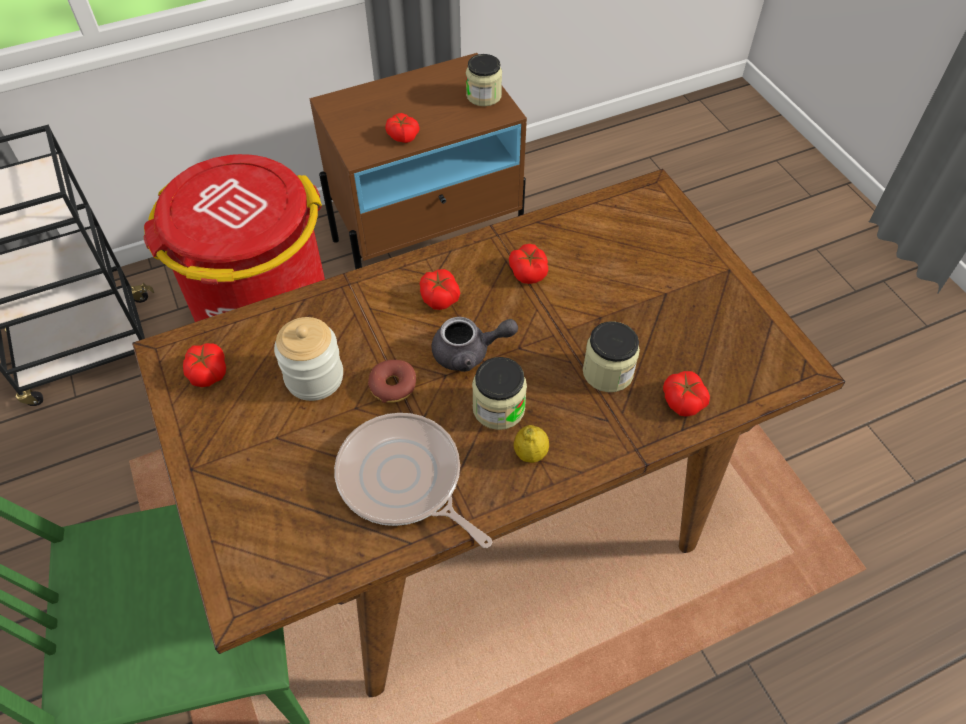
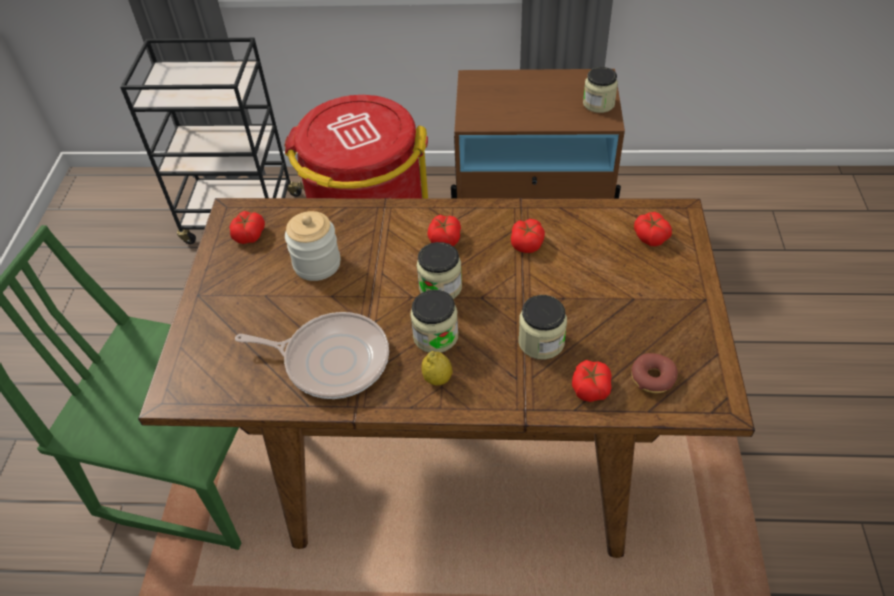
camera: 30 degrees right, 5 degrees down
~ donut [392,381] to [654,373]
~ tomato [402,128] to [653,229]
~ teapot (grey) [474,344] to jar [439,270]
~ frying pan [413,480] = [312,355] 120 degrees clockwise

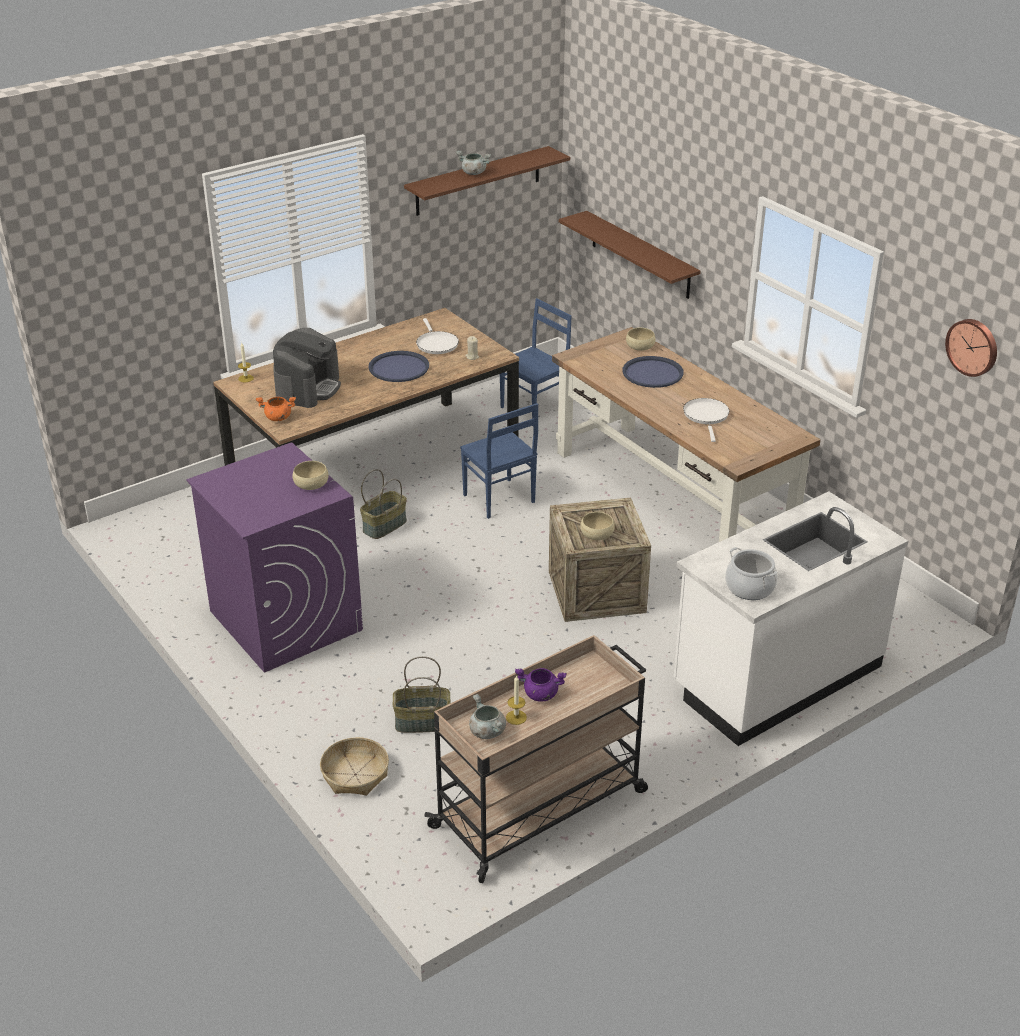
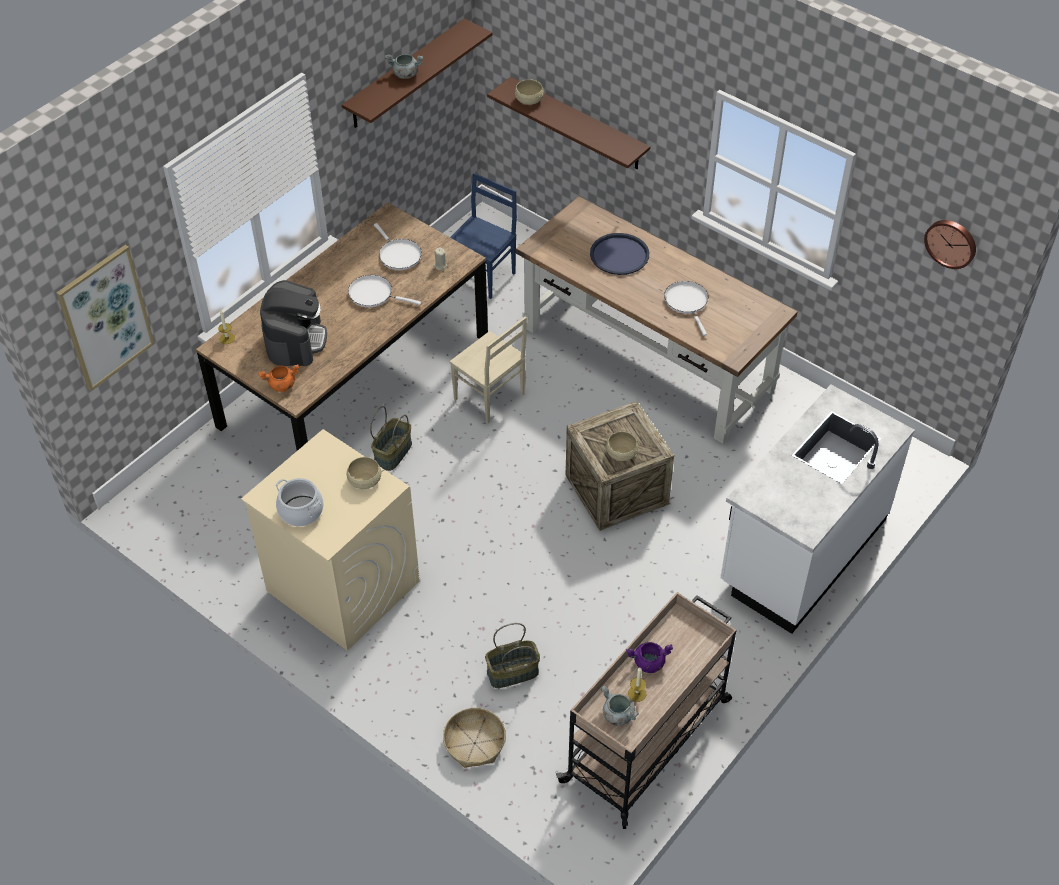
camera: 15 degrees left, 15 degrees up
+ picture [106,318]
~ bowl (beige) [641,339] to [529,92]
~ cooking pot [751,573] to [300,502]
~ tray (blue) [399,366] to frying pan (white) [384,291]
~ washing machine (purple) [274,558] to washing machine (beige) [330,540]
~ chair (blue) [499,461] to chair (beige) [488,369]

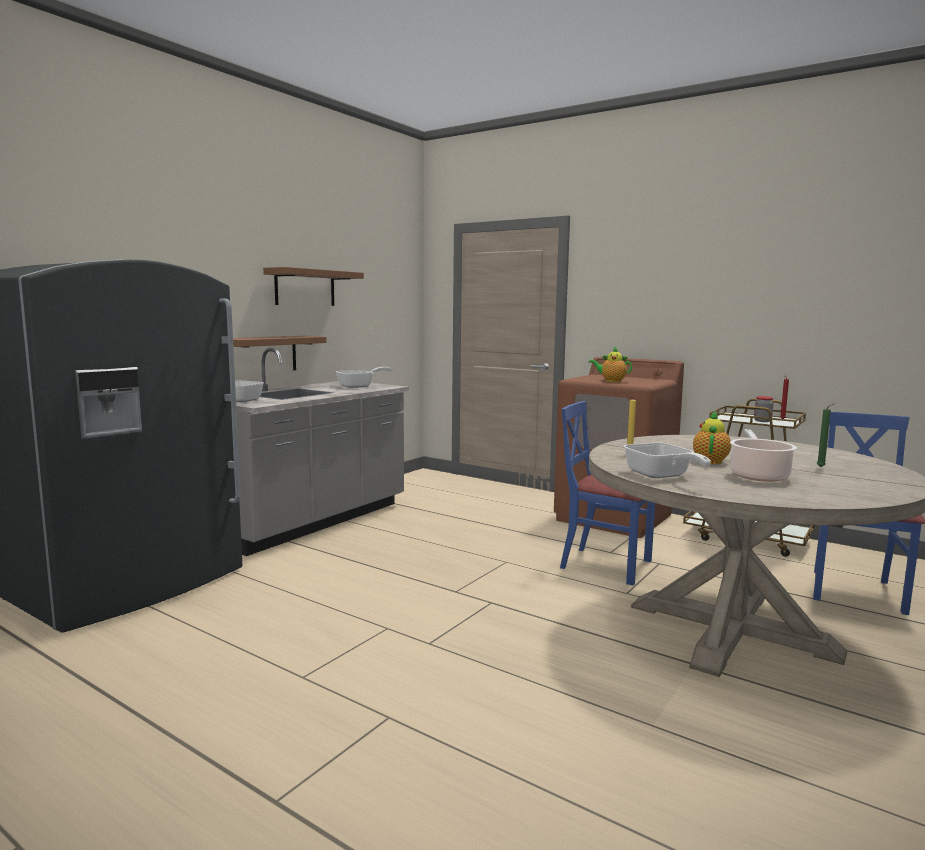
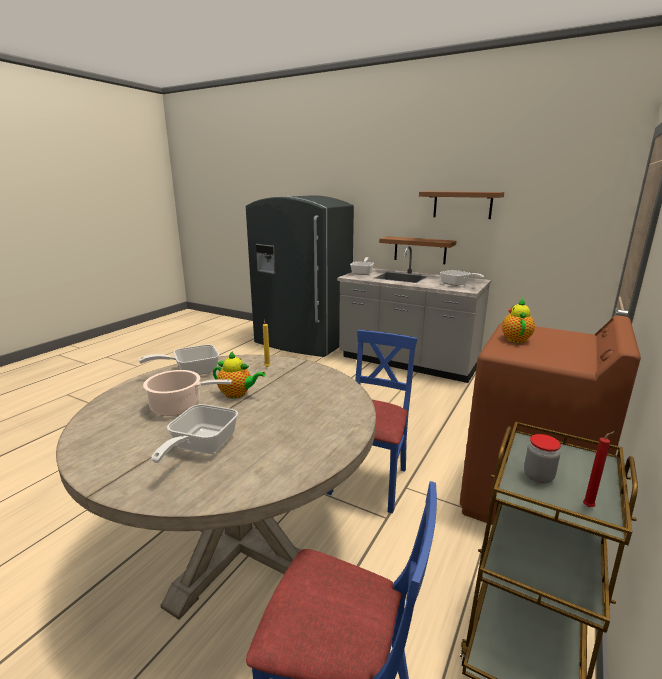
camera: 85 degrees right, 10 degrees up
~ candle (green) [826,435] to frying pan [194,433]

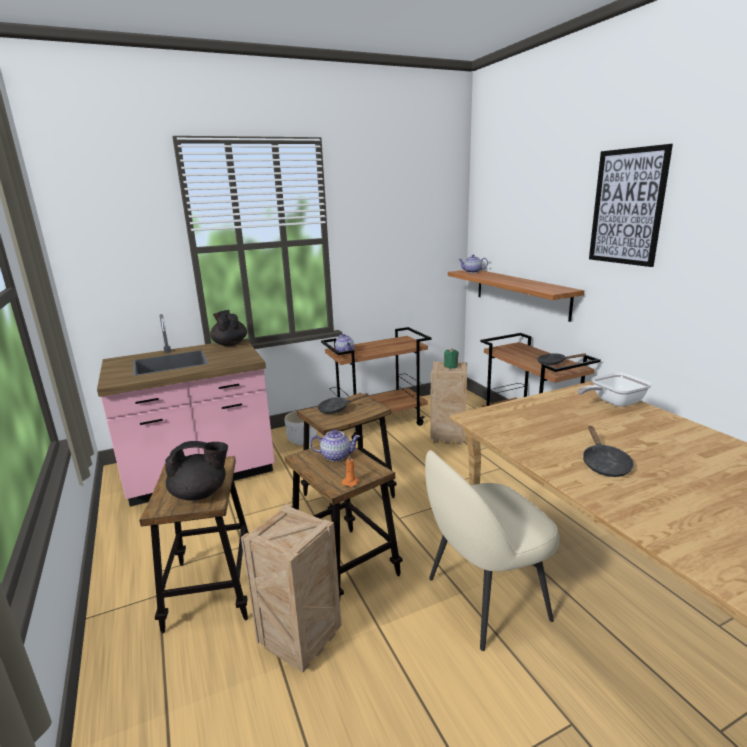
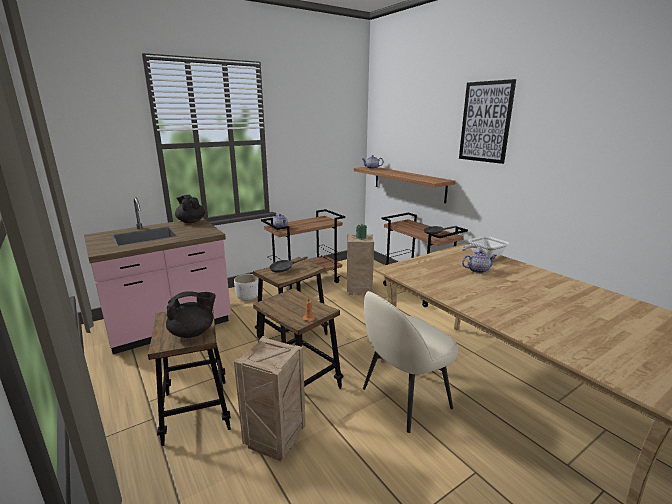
camera: 10 degrees left, 0 degrees up
- frying pan (black) [608,451]
~ teapot [335,446] to [479,261]

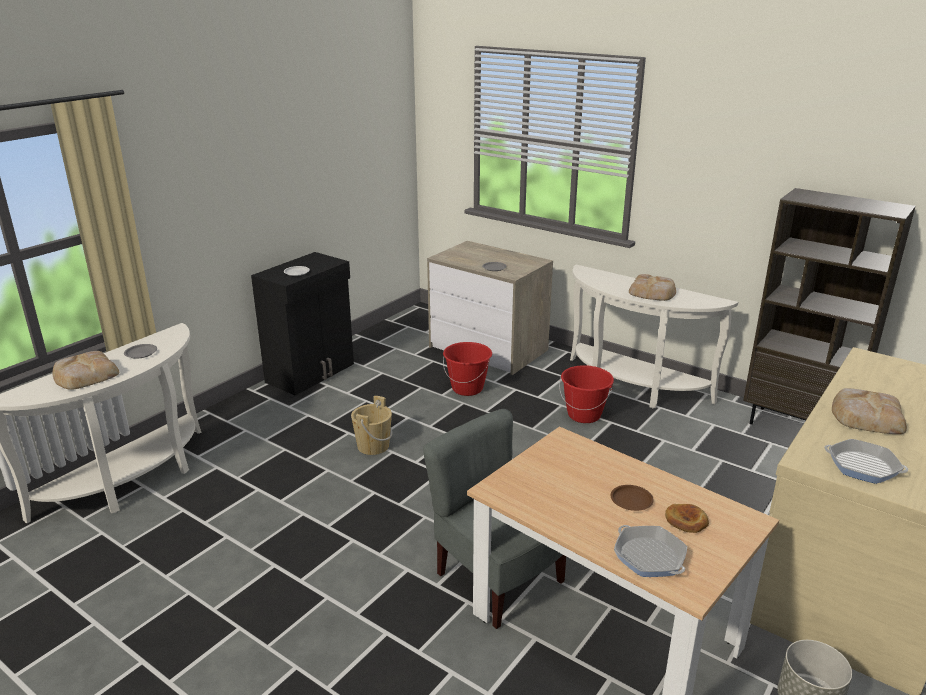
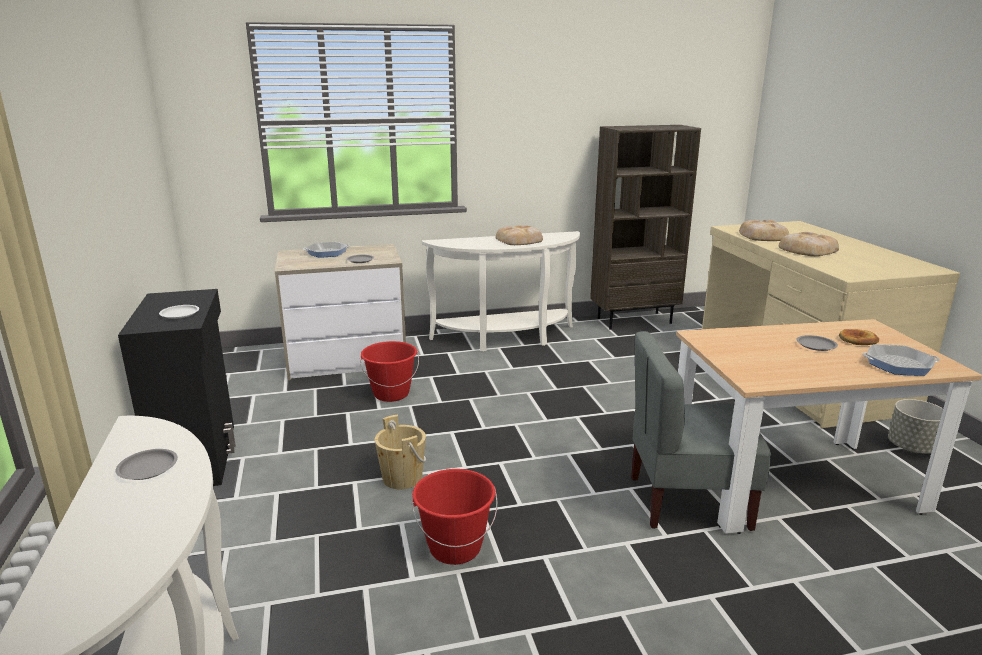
camera: 50 degrees left, 5 degrees down
~ bread [86,370] to [764,230]
~ bucket (red) [586,394] to [454,517]
~ frying pan [866,461] to [326,250]
~ plate (brown) [632,498] to plate (grey) [817,343]

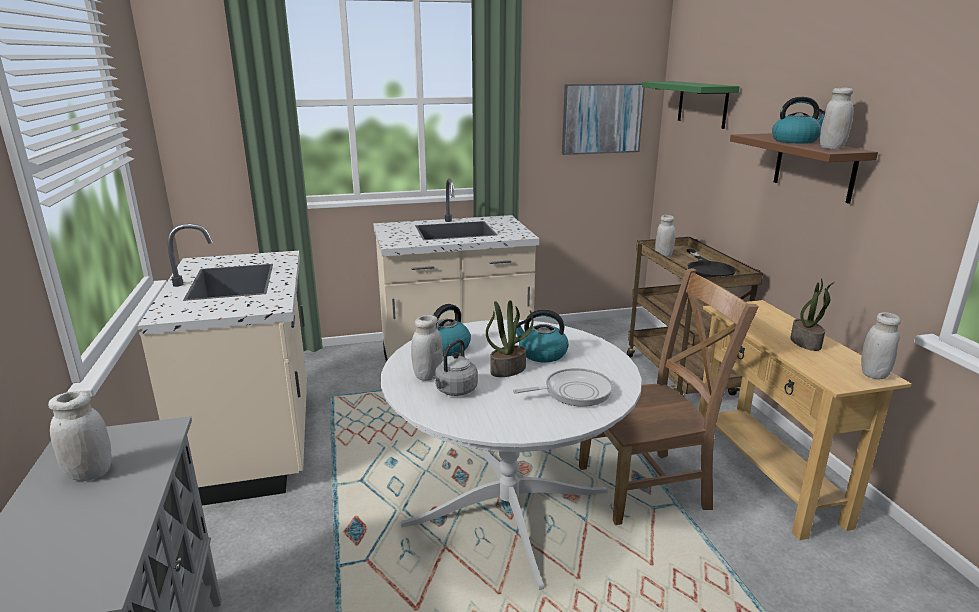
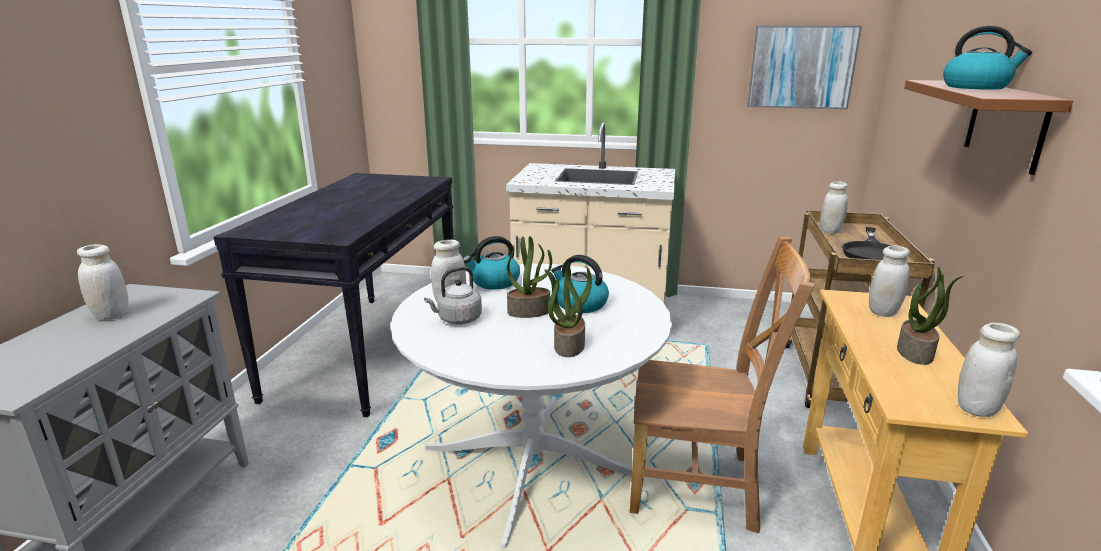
camera: 25 degrees right, 0 degrees up
- shelf (green) [691,105]
~ jar (white) [836,118] to [889,281]
~ counter (beige) [222,365] to console table (black) [333,295]
~ frying pan [563,387] to potted plant [568,309]

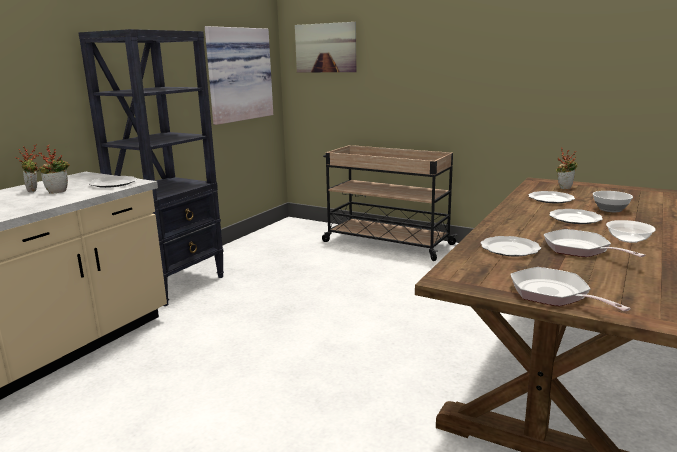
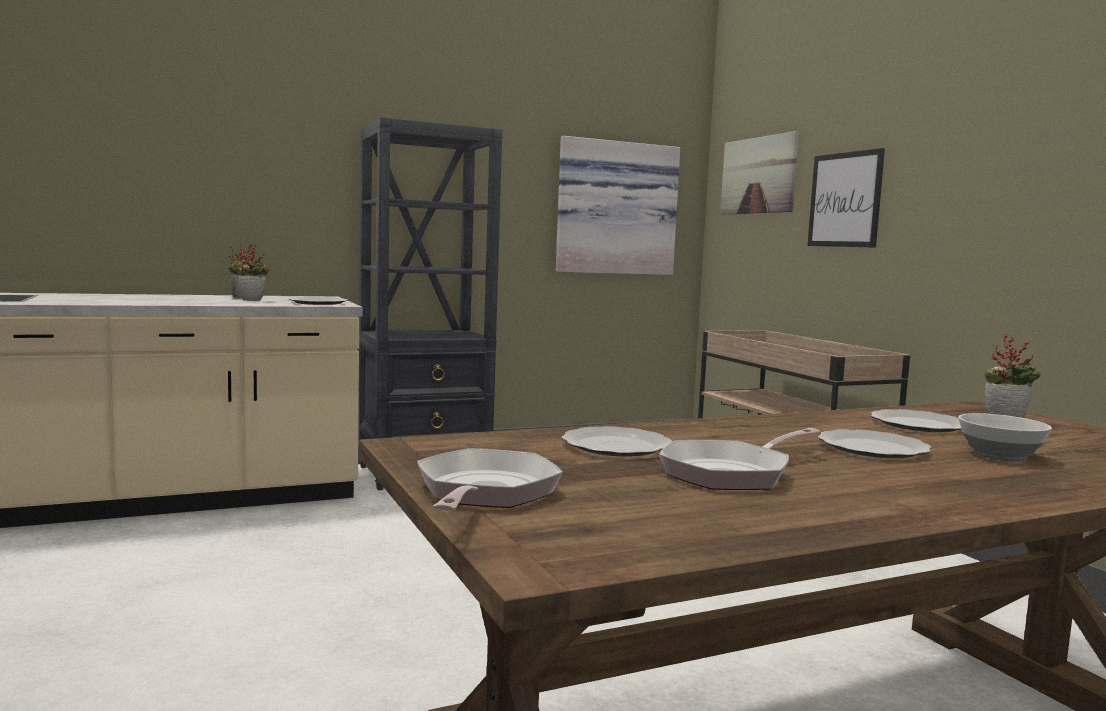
camera: 35 degrees right, 10 degrees down
- bowl [630,231]
+ picture [846,198]
~ frying pan [595,243] = [740,459] 135 degrees counterclockwise

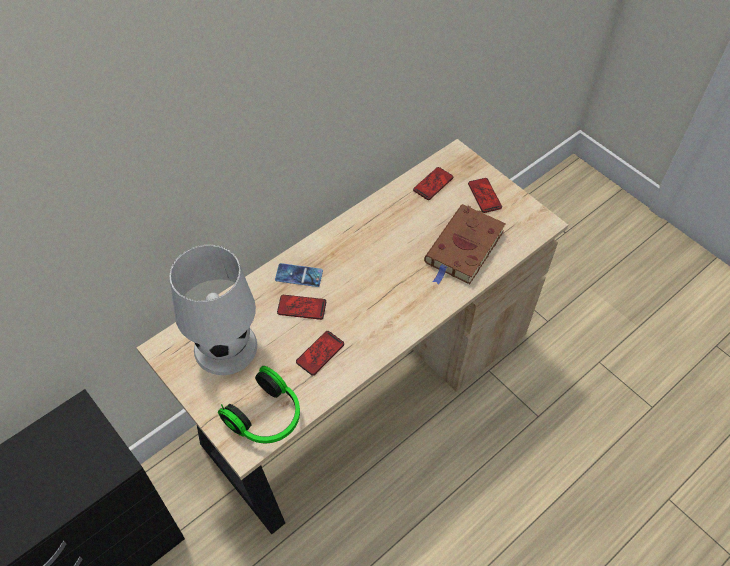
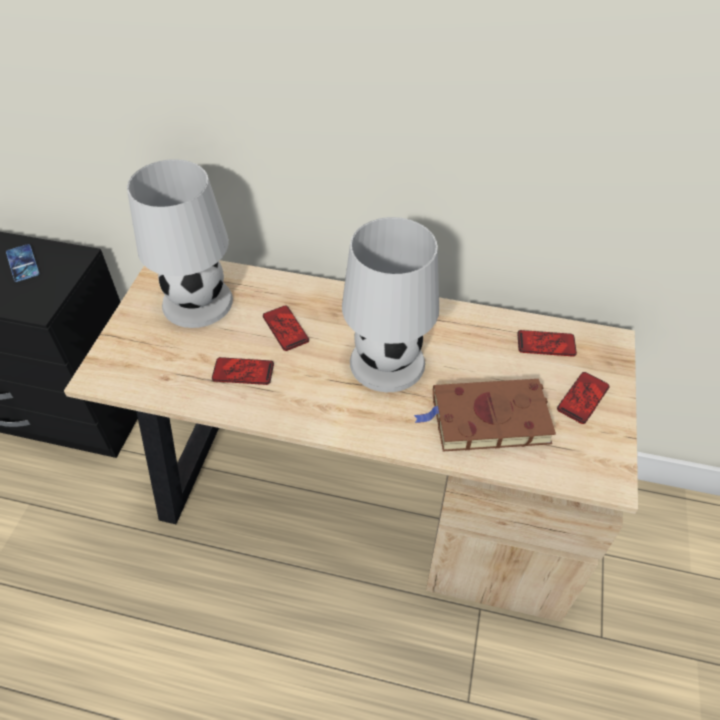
camera: 55 degrees right, 5 degrees down
- headphones [259,404]
+ table lamp (white) [390,304]
~ phone [299,275] to [23,263]

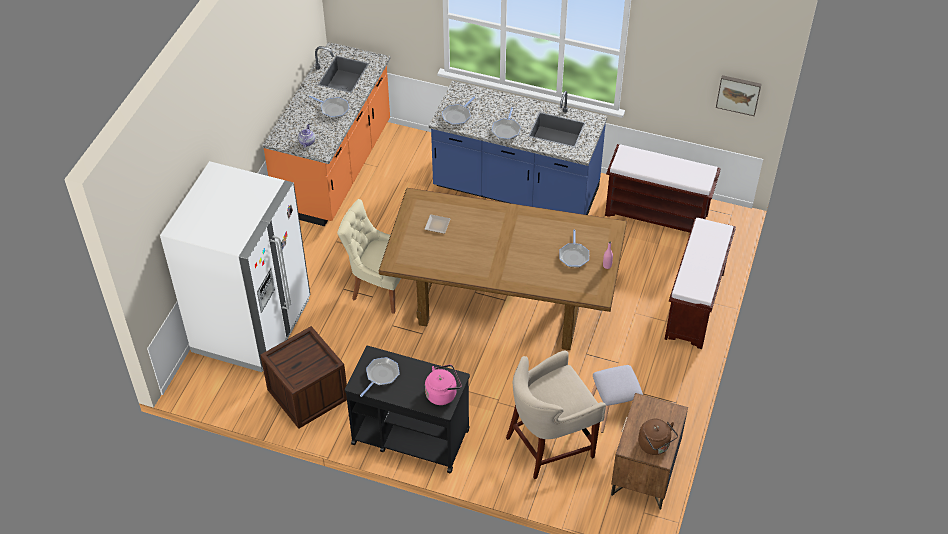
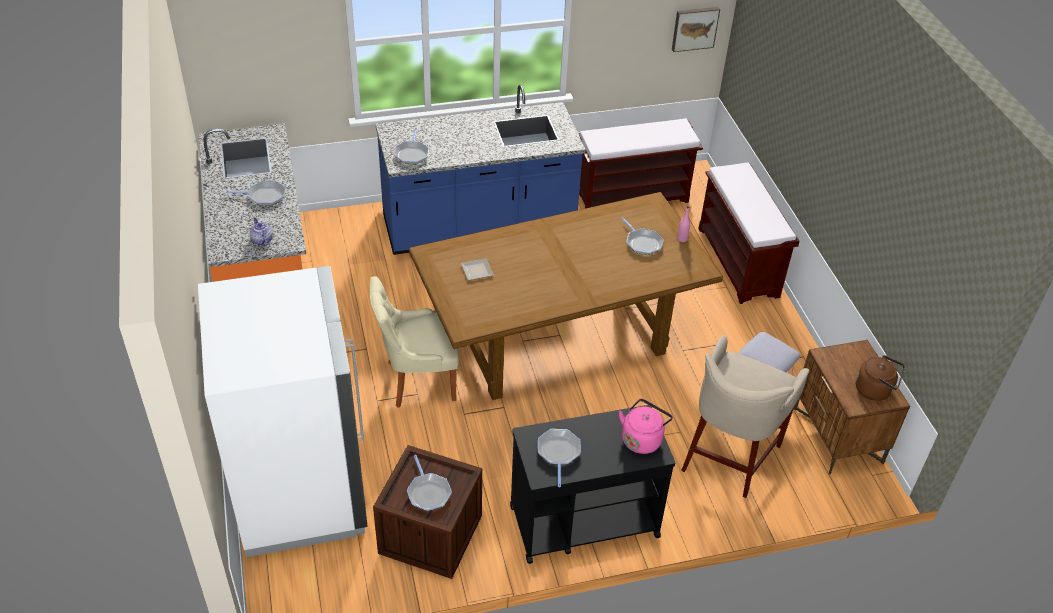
camera: 35 degrees left, 5 degrees down
~ frying pan [506,123] to [429,483]

